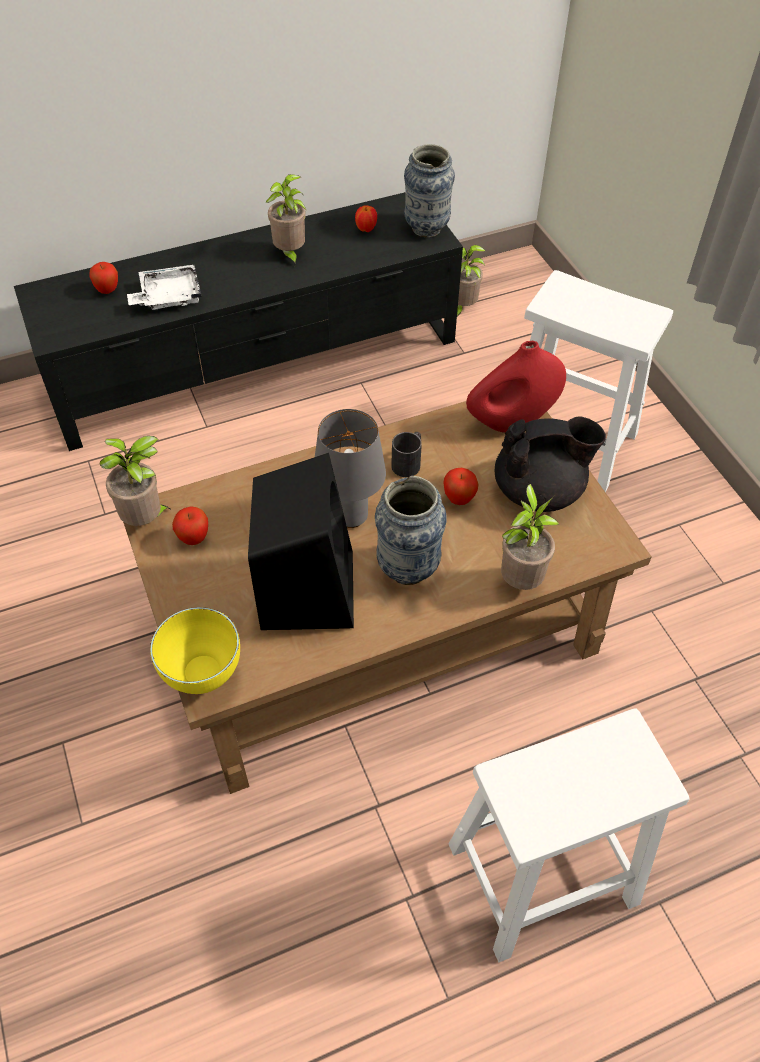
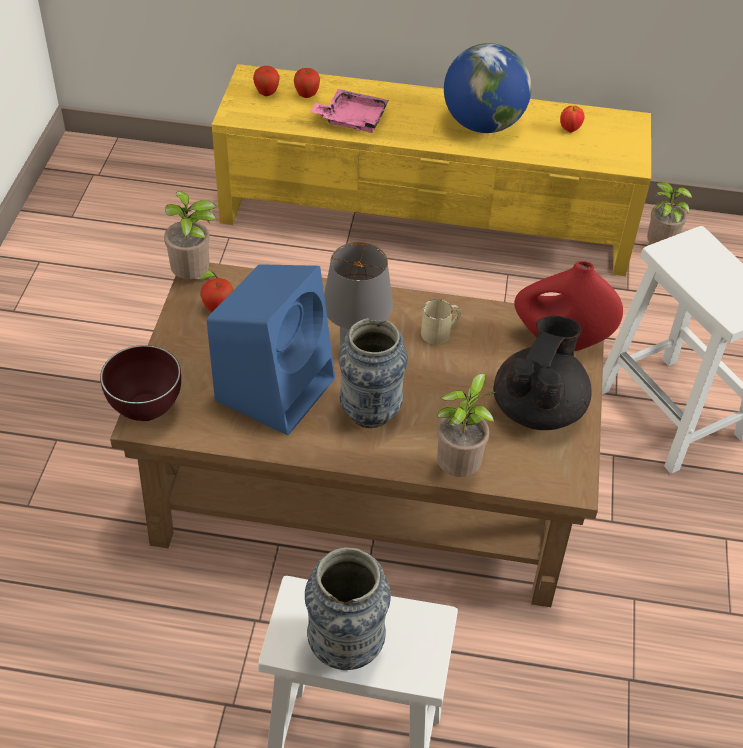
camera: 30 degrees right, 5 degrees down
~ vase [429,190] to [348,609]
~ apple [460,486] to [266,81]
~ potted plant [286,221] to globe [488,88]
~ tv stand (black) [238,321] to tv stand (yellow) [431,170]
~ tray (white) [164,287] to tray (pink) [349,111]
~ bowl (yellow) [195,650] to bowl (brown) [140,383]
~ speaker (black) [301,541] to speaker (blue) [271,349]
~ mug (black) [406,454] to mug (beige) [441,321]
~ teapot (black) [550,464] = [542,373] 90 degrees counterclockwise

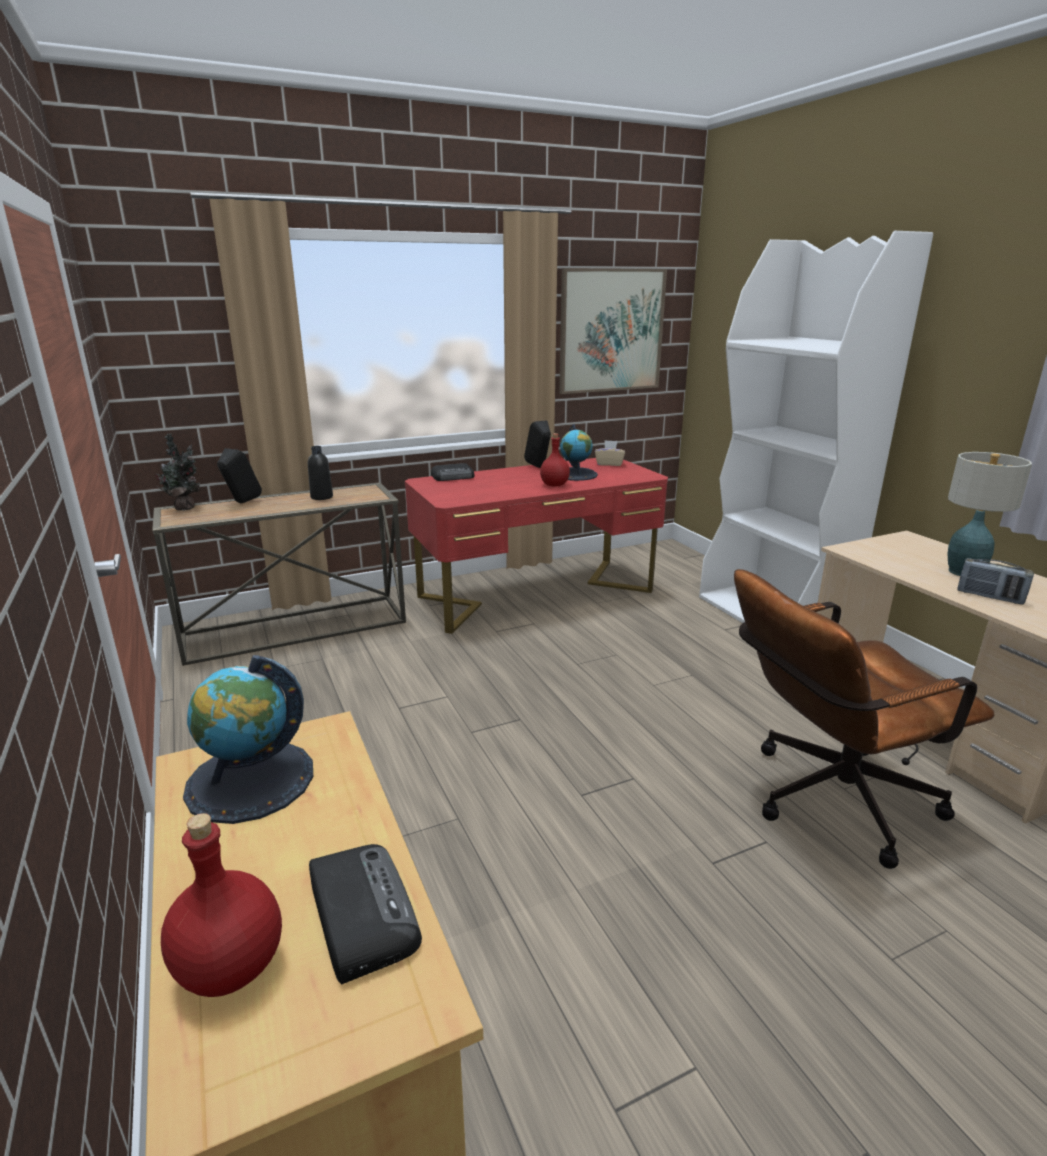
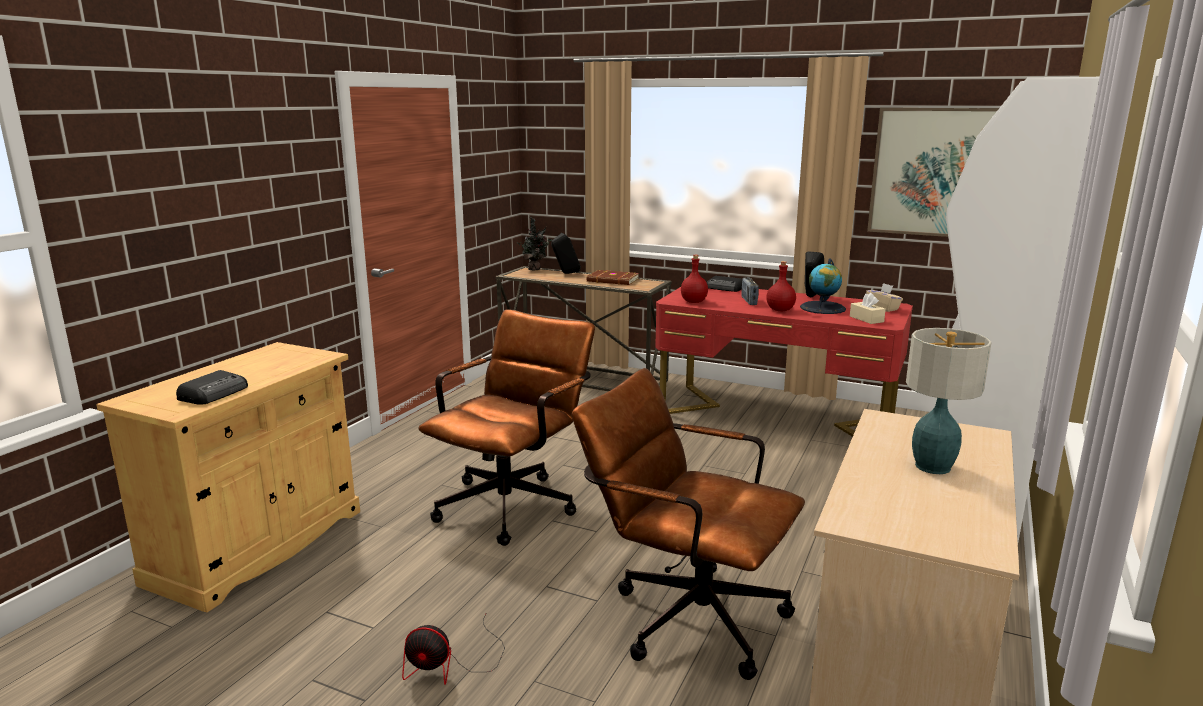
camera: 50 degrees right, 5 degrees down
- globe [248,739]
+ fan [453,648]
+ office chair (brown) [506,427]
+ tissue box (beige) [868,308]
~ bottle (red) [221,905] to [694,279]
~ radio [995,581] to [750,291]
~ bottle (black) [320,473] to book (brown) [612,277]

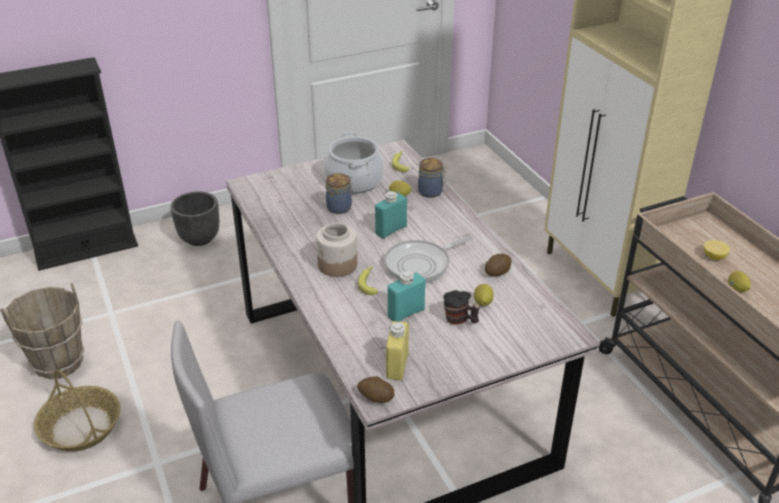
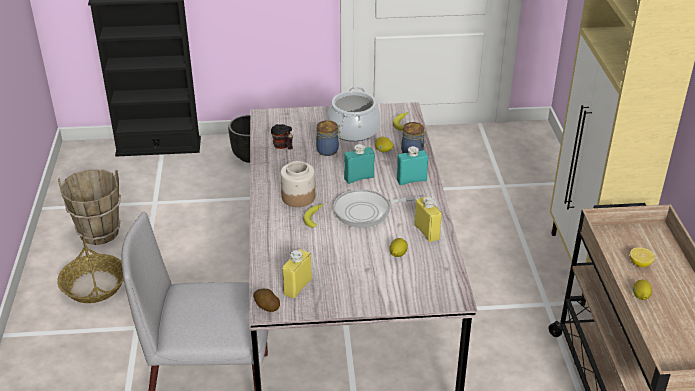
camera: 20 degrees right, 0 degrees up
~ bottle (turquoise) [407,296] to [412,165]
~ mug [462,307] to [282,137]
~ potato [498,265] to bottle (yellow) [428,219]

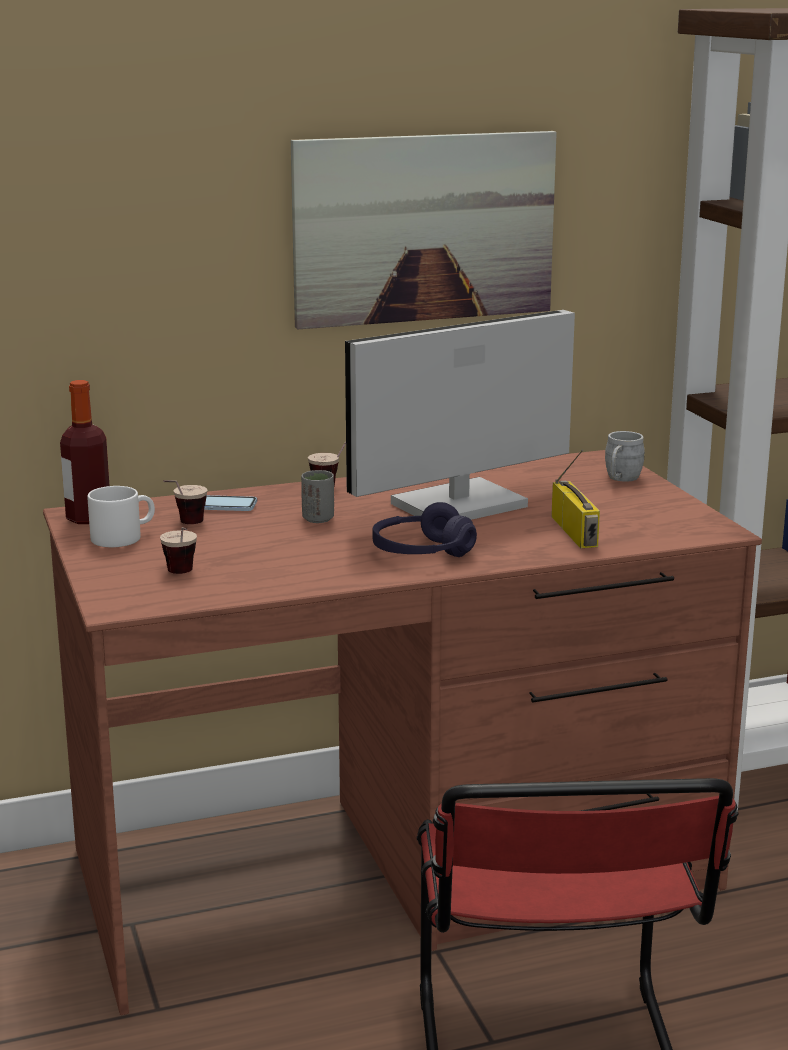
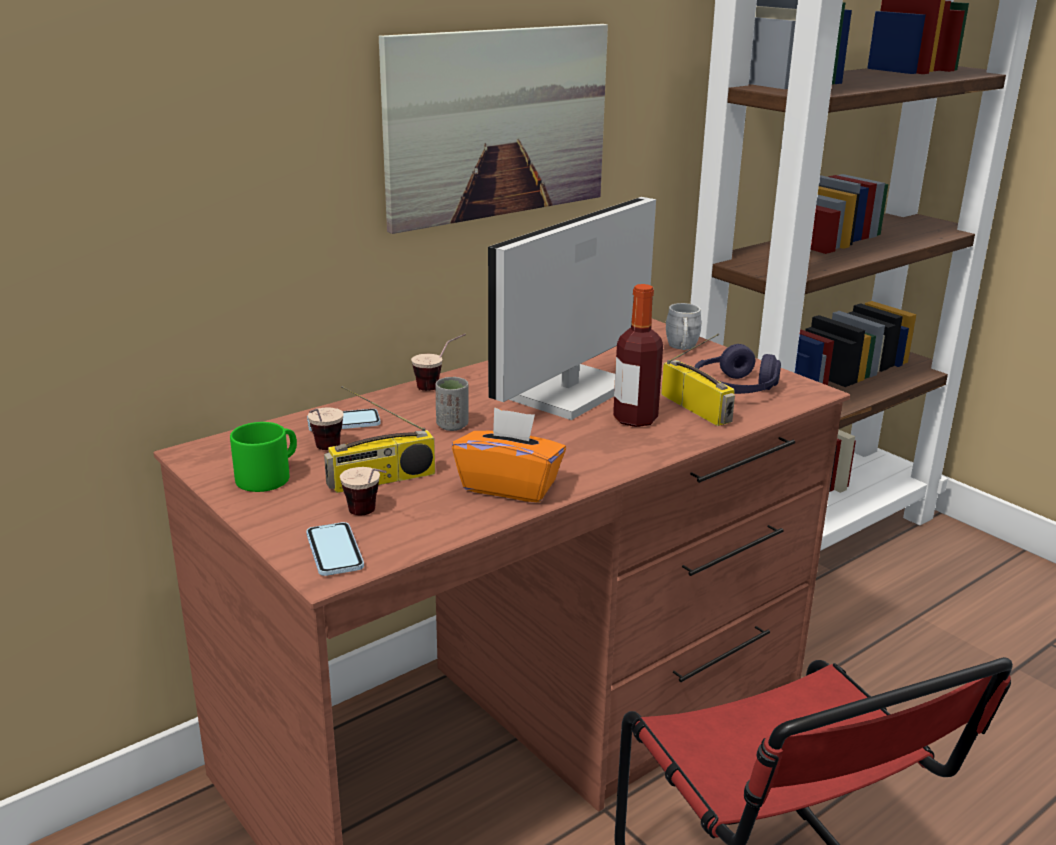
camera: 20 degrees left, 5 degrees up
+ phone [335,549]
+ radio [379,439]
+ tissue box (orange) [509,455]
~ bottle [85,452] to [638,355]
~ headphones (purple) [424,529] to [738,369]
~ mug (white) [121,516] to mug (green) [263,457]

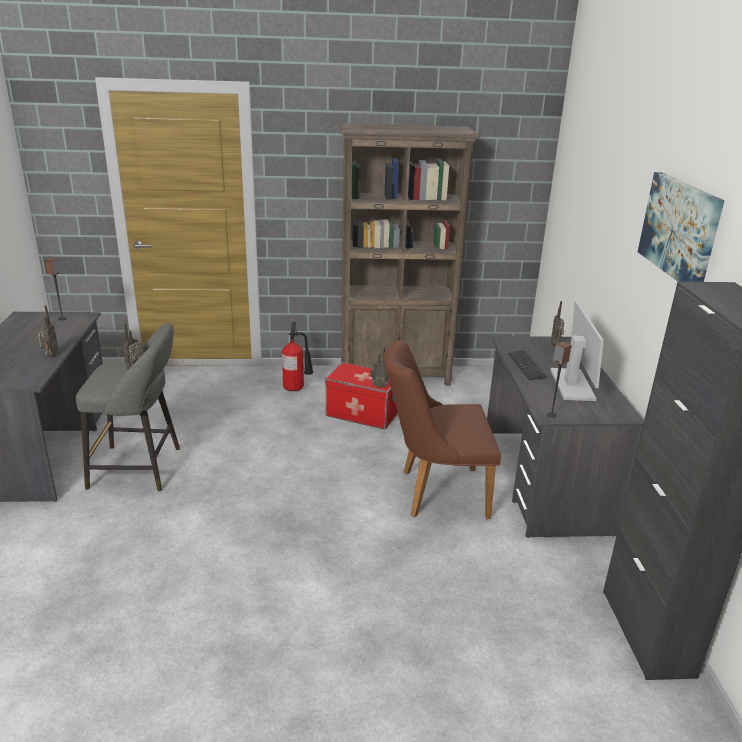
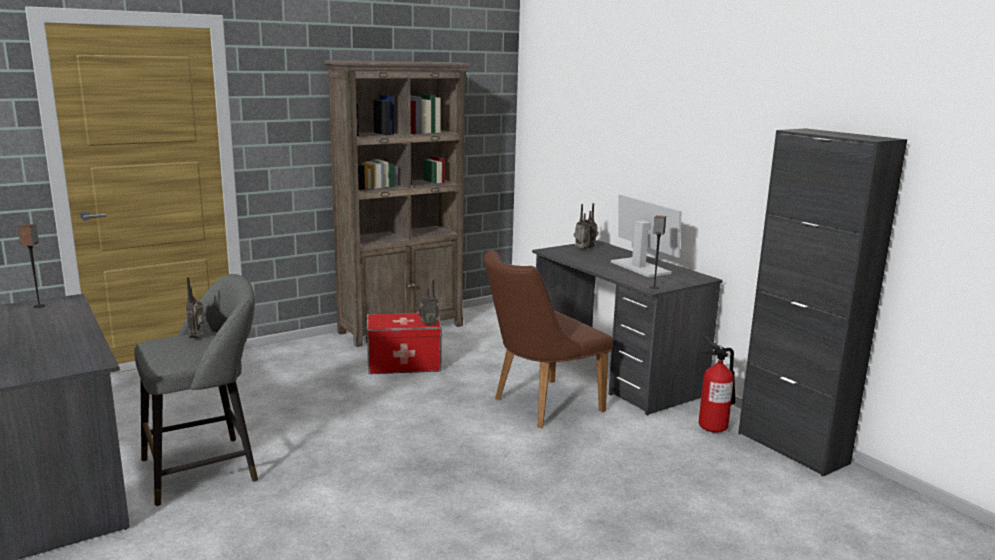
camera: 30 degrees left, 10 degrees down
- keyboard [527,365]
- picture [681,227]
~ radio [48,331] to [582,227]
~ fire extinguisher [297,356] to [717,384]

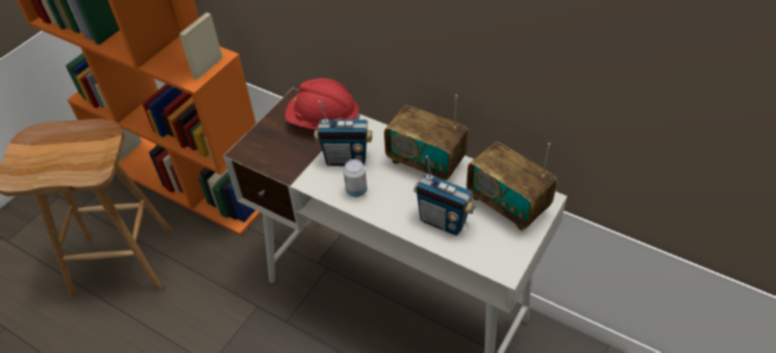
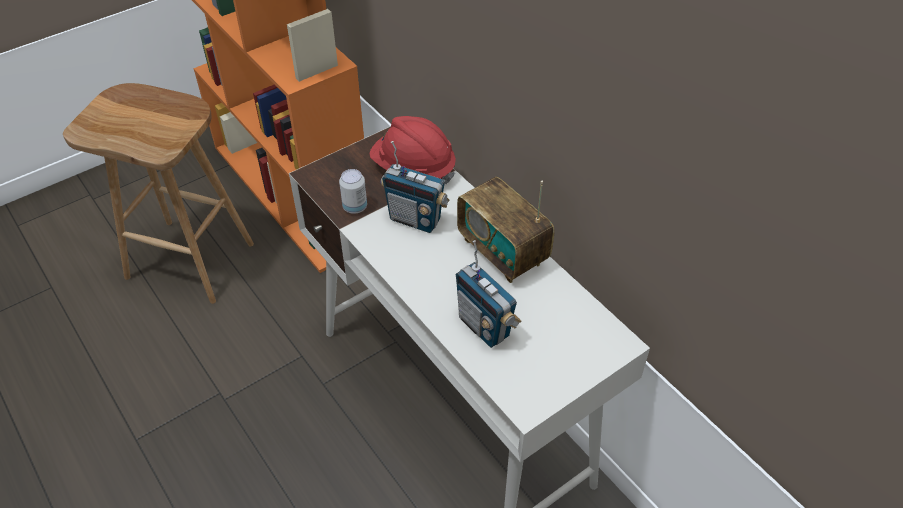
camera: 20 degrees right, 0 degrees up
- radio [511,186]
~ can [355,178] to [353,191]

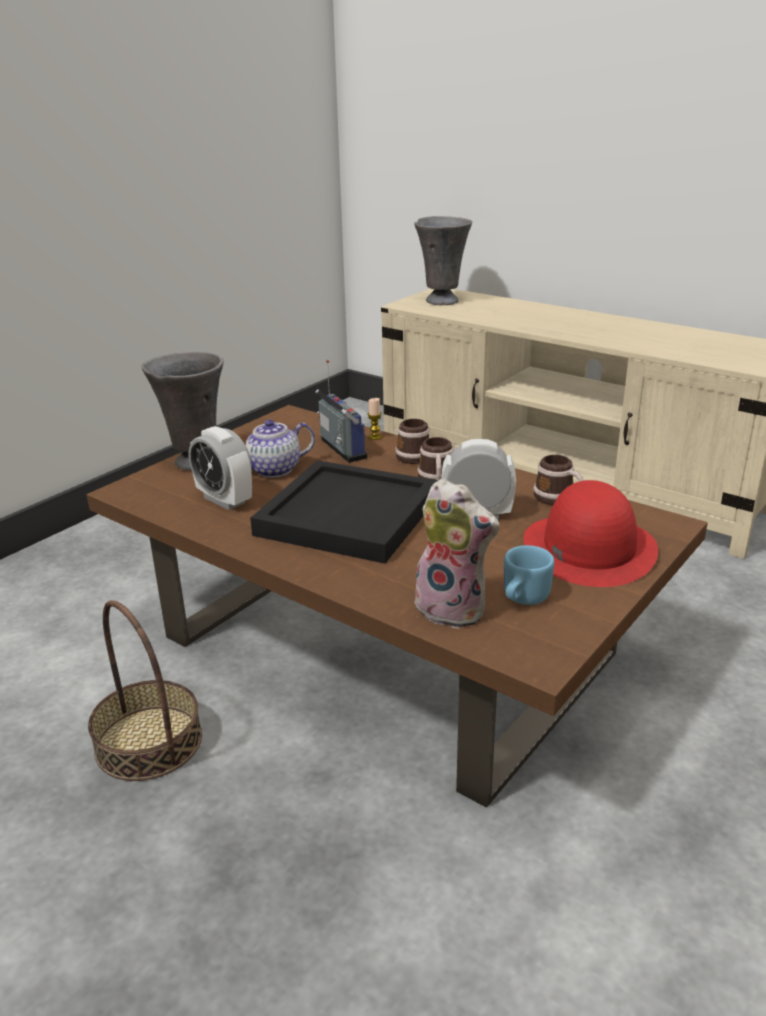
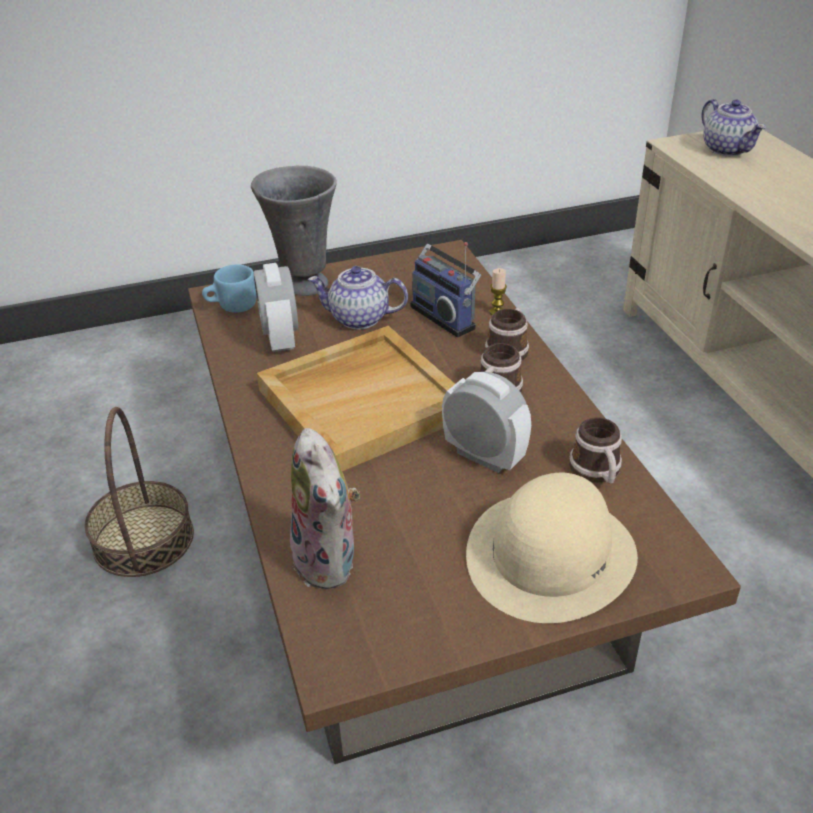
camera: 35 degrees right, 10 degrees up
~ mug (blue) [529,575] to [229,288]
~ vase (grey) [443,260] to teapot [733,127]
~ tray (black) [344,512] to tray (beige) [356,398]
~ hat (red) [591,533] to hat (beige) [552,548]
~ radio [341,411] = [445,290] 135 degrees clockwise

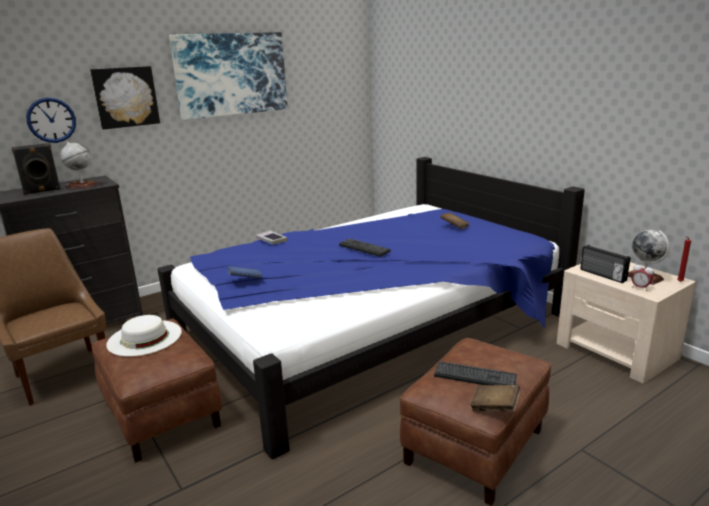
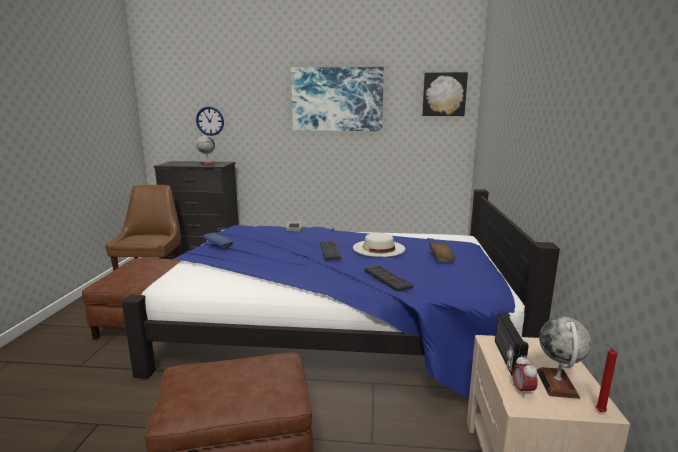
camera: 40 degrees right, 5 degrees down
- speaker (black) [36,169]
- book (brown) [495,398]
~ picture [125,97] to [445,94]
~ hat (white) [144,336] to [379,245]
~ keyboard [475,373] to [388,278]

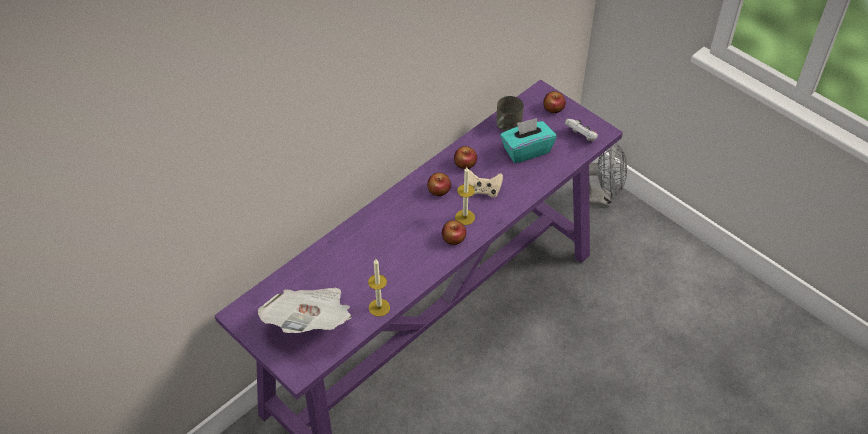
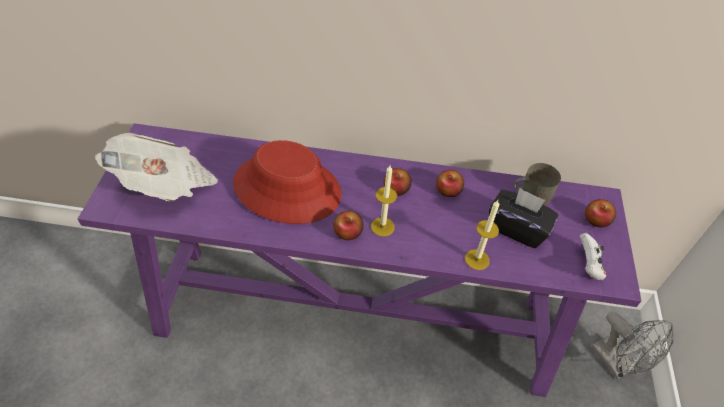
camera: 50 degrees right, 0 degrees up
- game controller (beige) [486,184]
+ hat (red) [287,182]
~ candle [379,288] to [482,235]
~ tissue box (turquoise) [528,140] to tissue box (black) [523,218]

